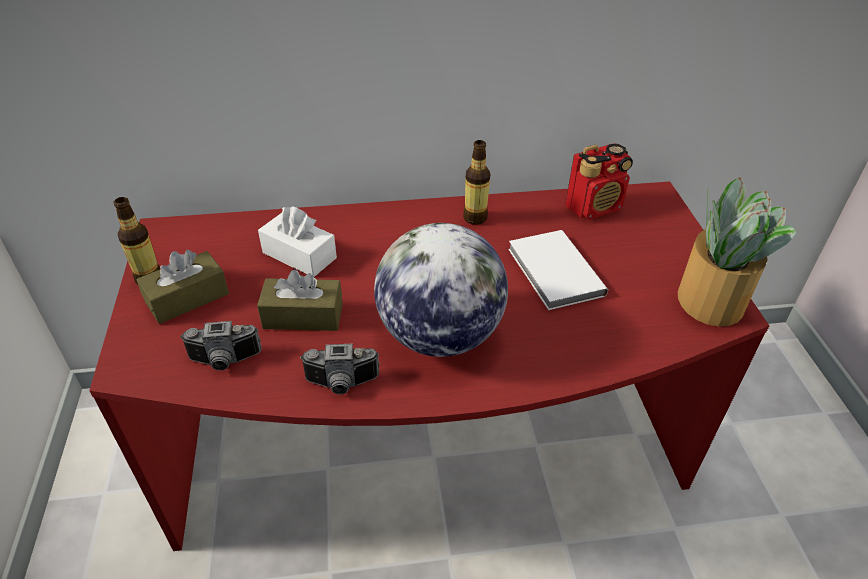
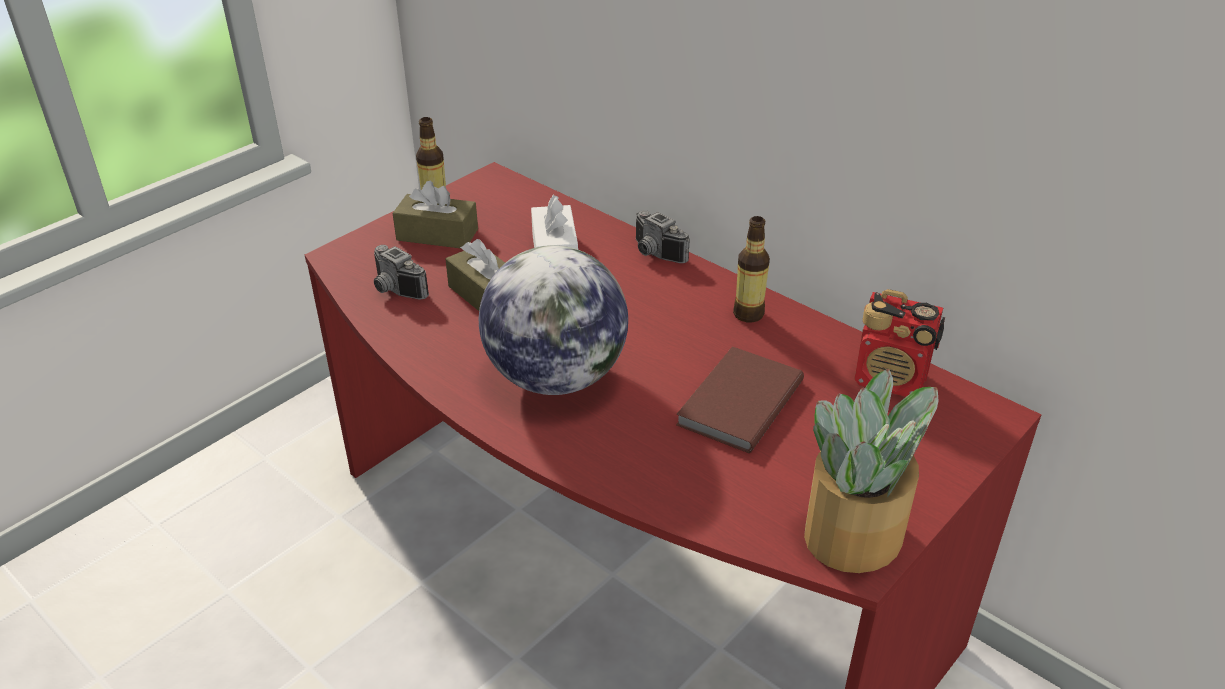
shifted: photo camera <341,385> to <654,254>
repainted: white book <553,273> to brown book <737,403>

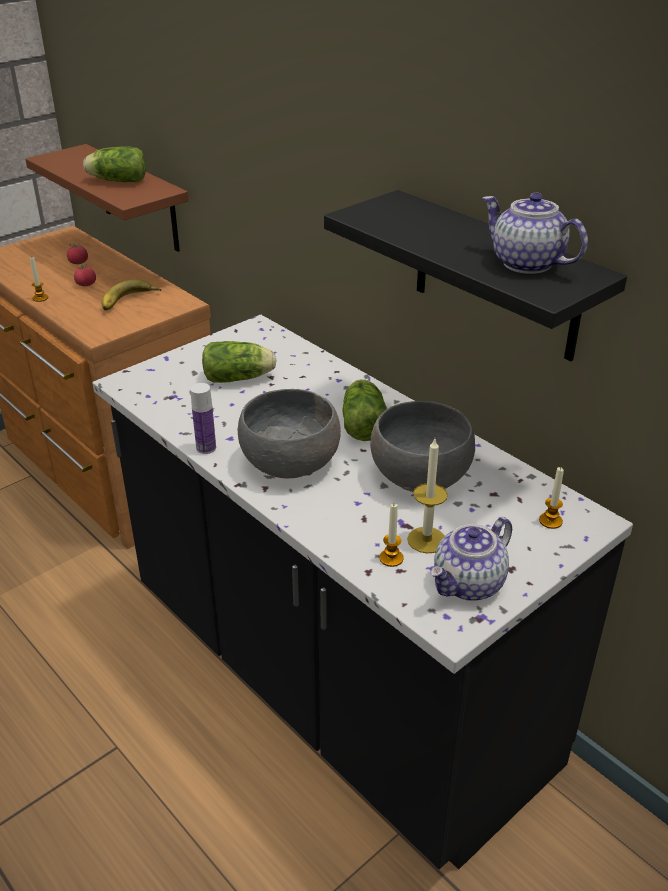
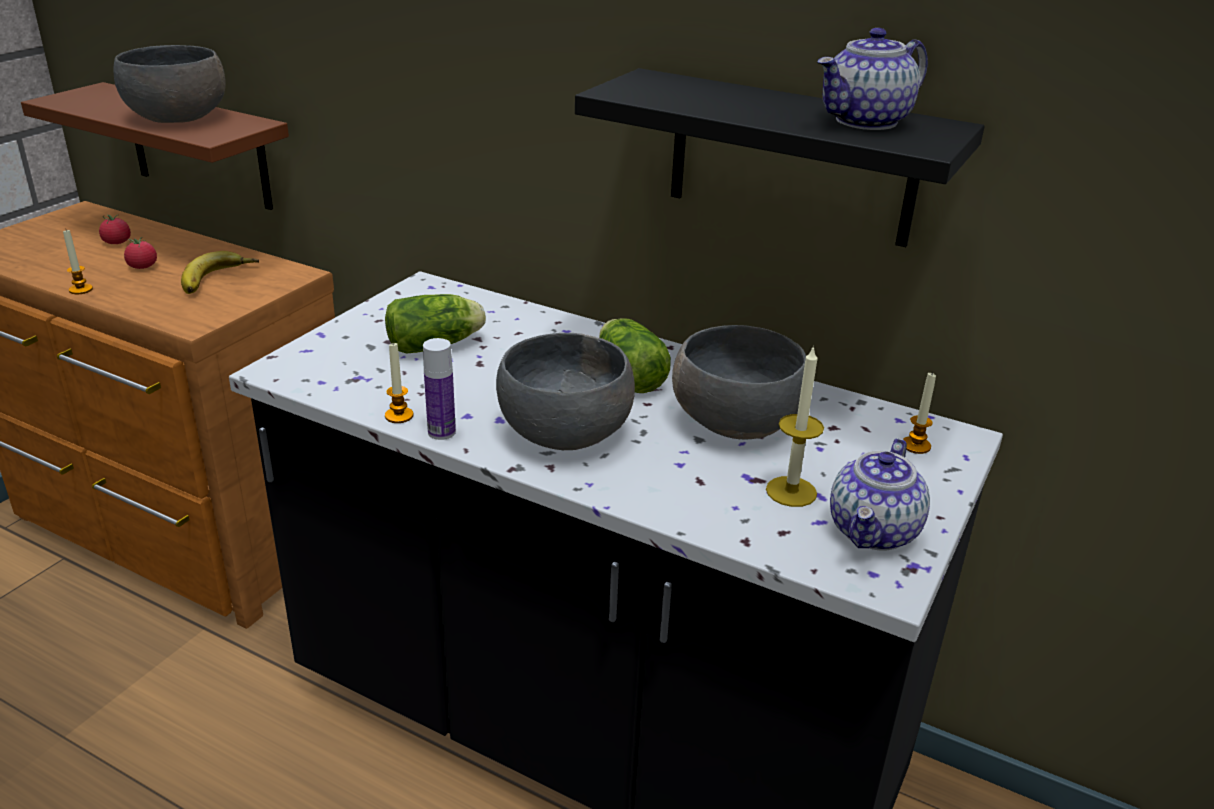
shifted: candle <391,558> to <399,416>
swapped: lettuce <116,181> to grey bowl <178,117>
rotated: teapot <525,263> = <865,121> 60 degrees counterclockwise

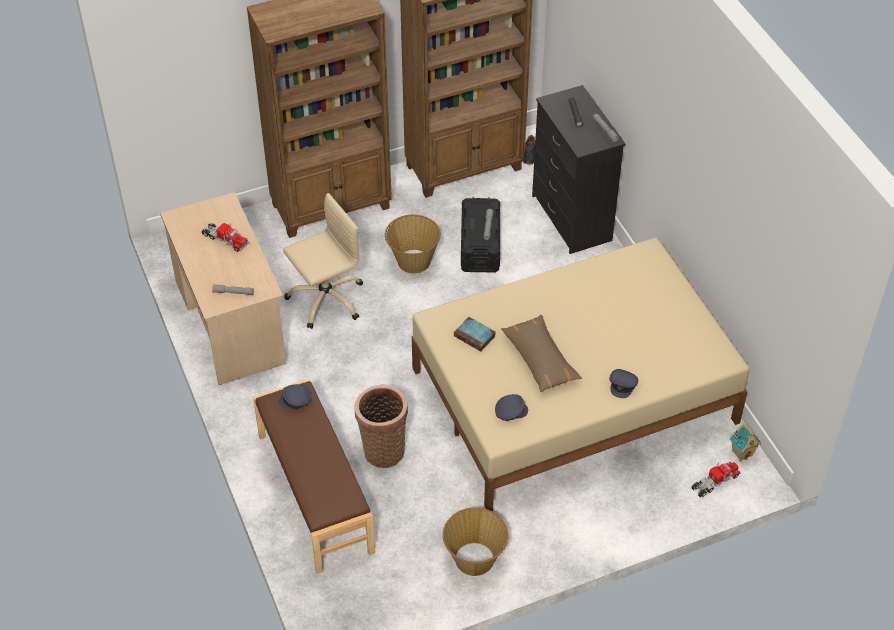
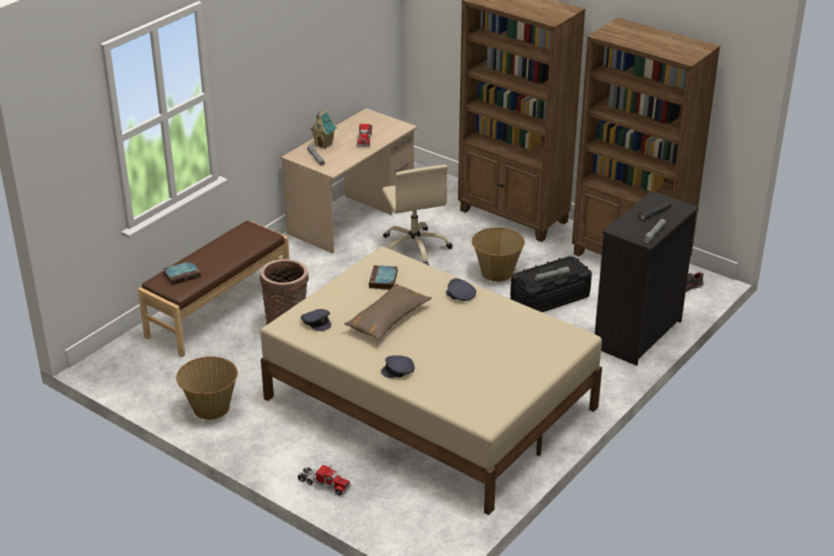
new: book <182,275>
shifted: grey cap <296,400> to <460,295>; toy truck <715,482> to <323,484>; toy house <742,453> to <324,145>
rotated: beige office chair <326,299> = <415,248> 45 degrees clockwise

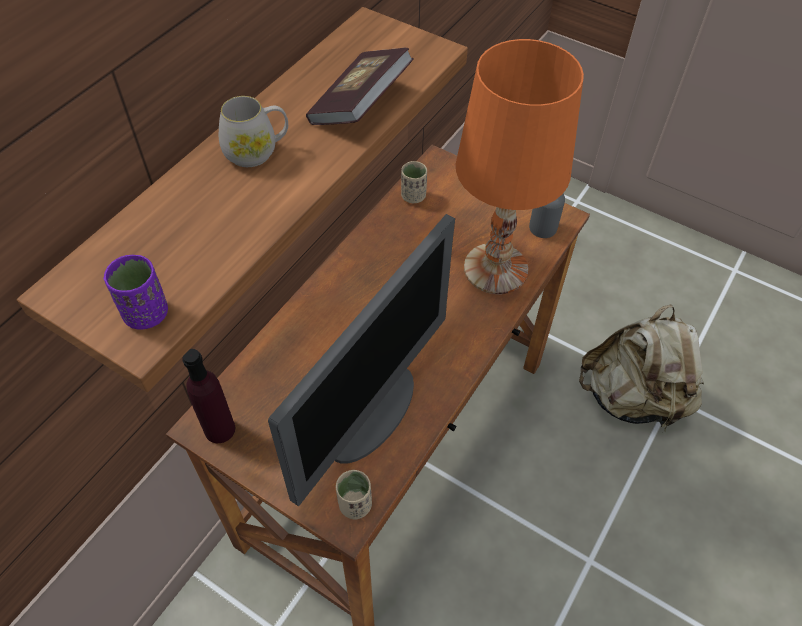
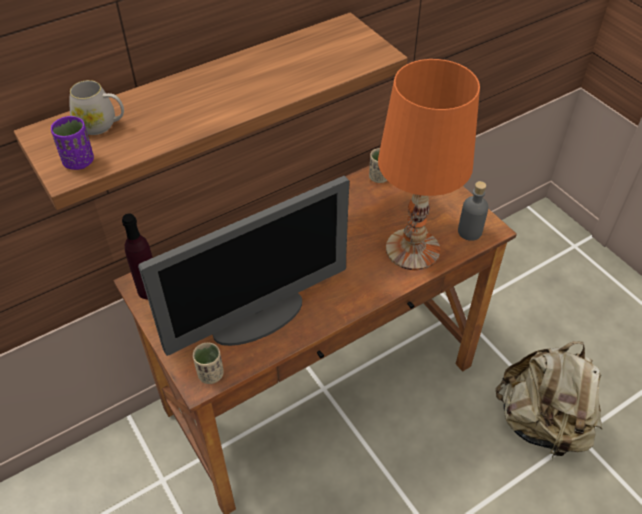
gone: book <360,105>
shifted: white mug <257,151> to <101,125>

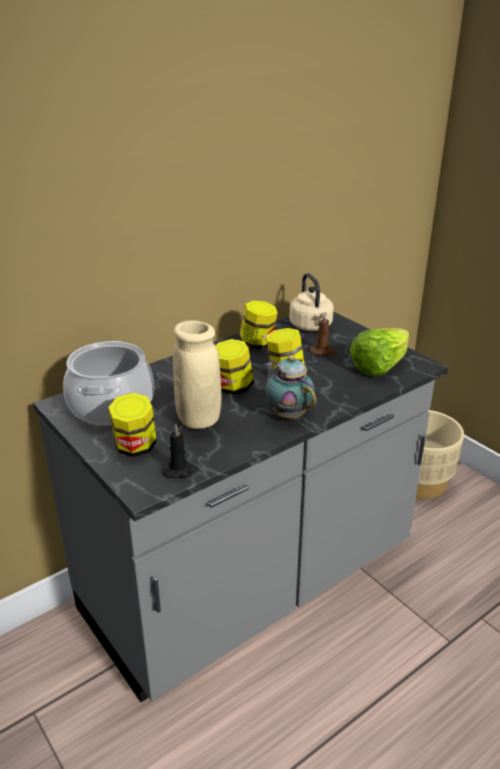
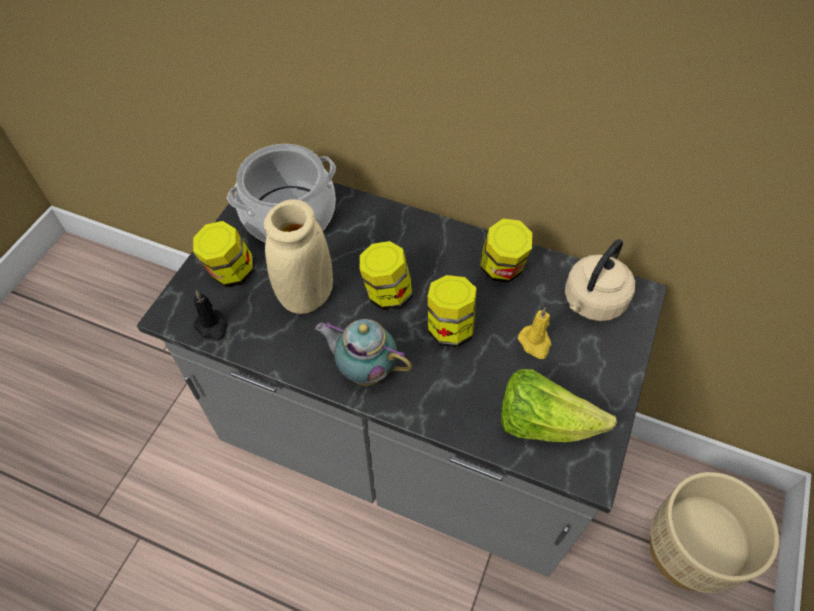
repainted: brown candle <323,351> to yellow candle <535,343>
rotated: teapot <287,414> = <365,370> 90 degrees counterclockwise

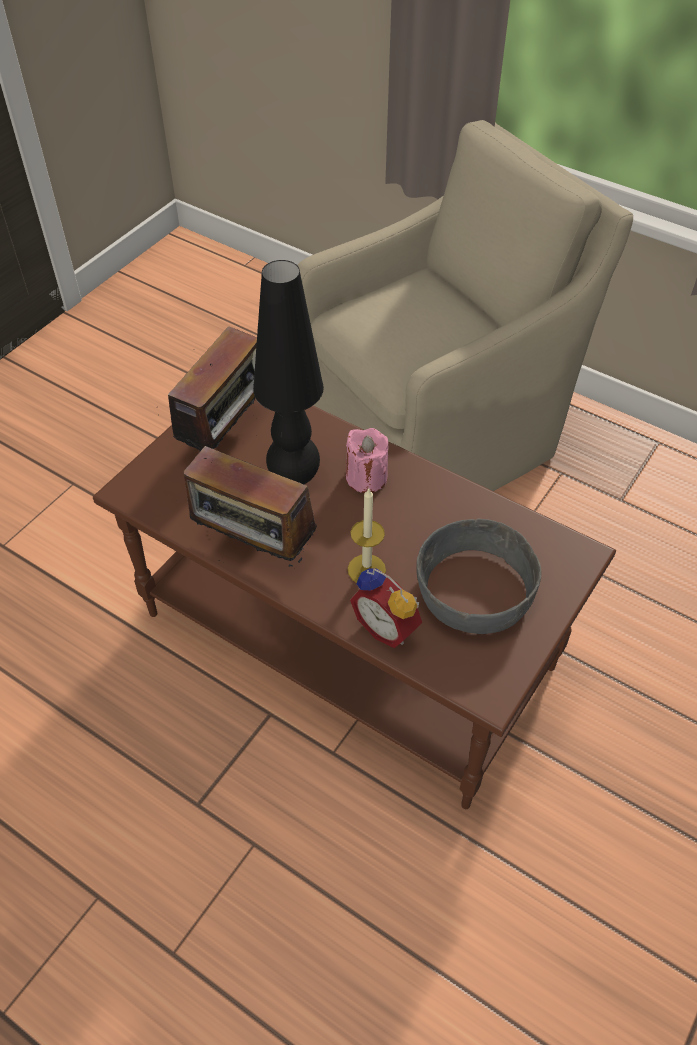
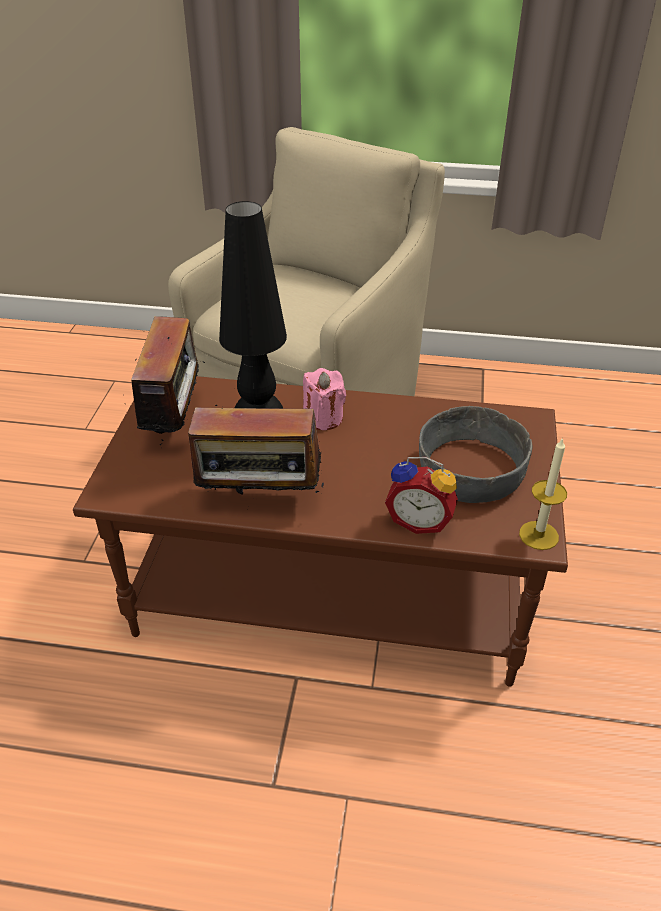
shifted: candle <366,569> to <538,535>

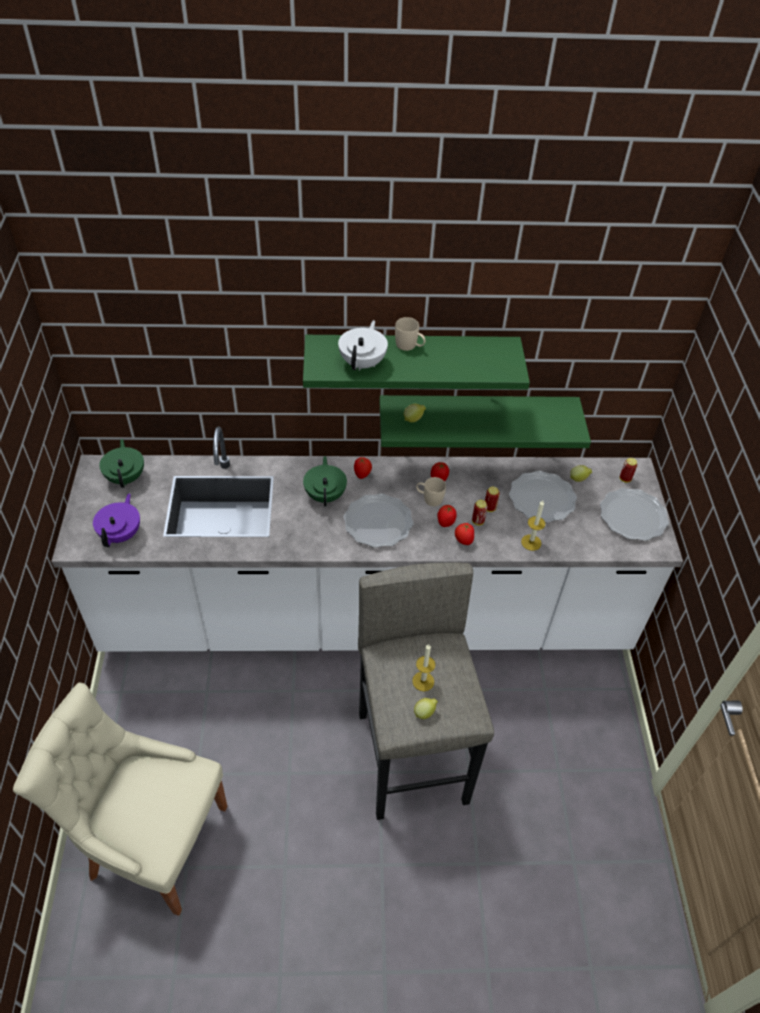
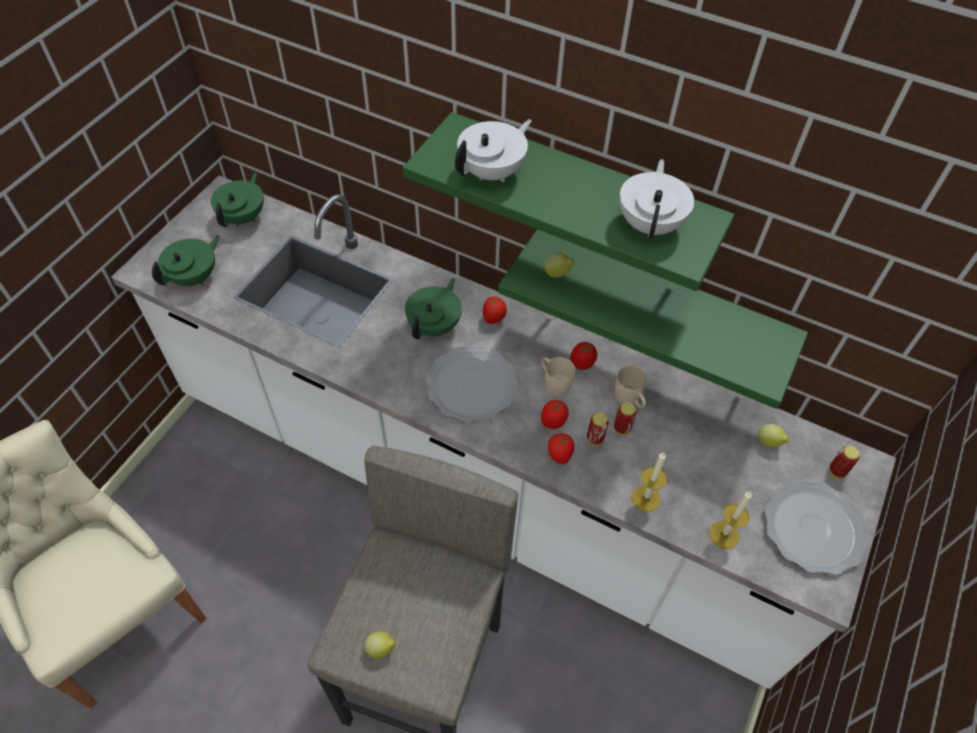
gone: plate <541,498>
new: white teapot <651,224>
shifted: beige mug <409,346> to <630,399>; candle <423,681> to <724,535>
repainted: purple teapot <121,534> to green teapot <195,277>

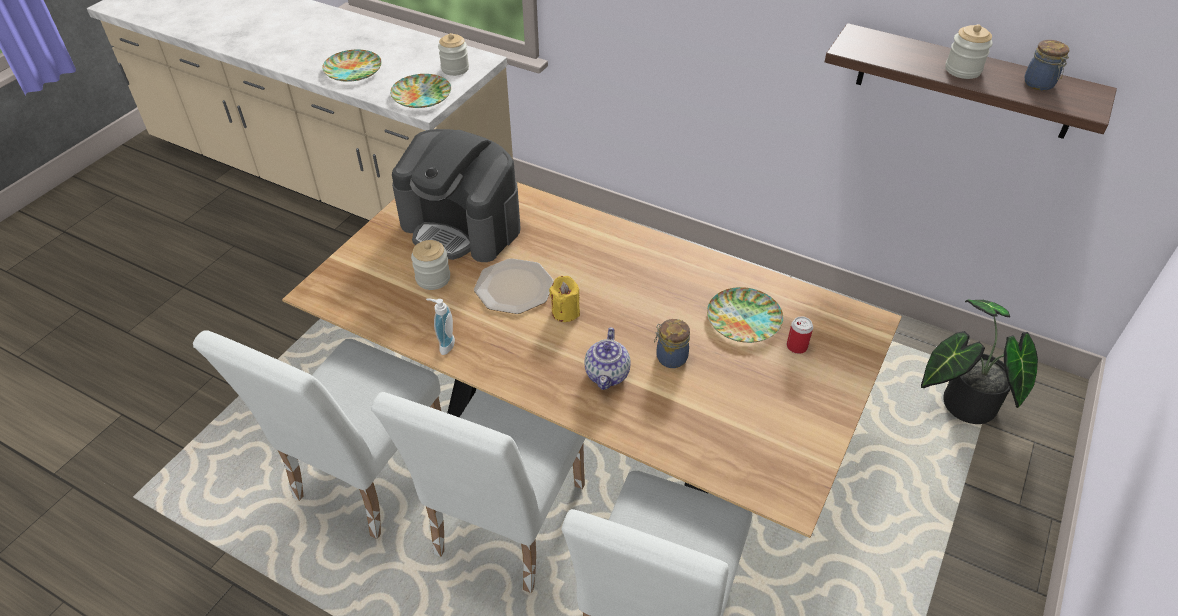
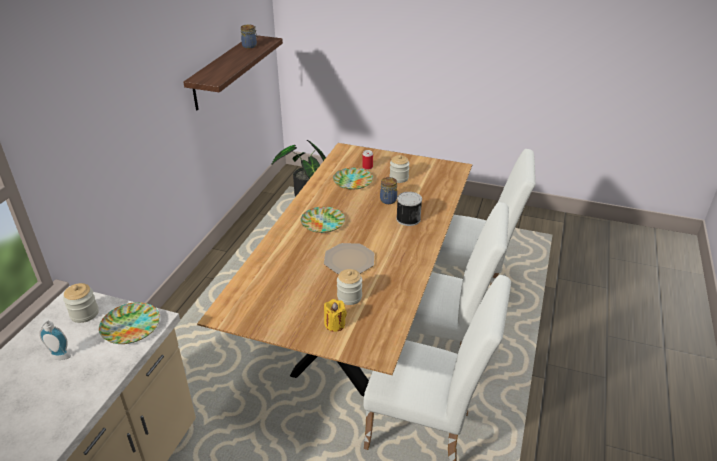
gone: coffee machine <462,226>
shifted: plate <353,70> to <323,222>; soap dispenser <444,345> to <59,358>; yellow candle <565,312> to <335,324>; jar <962,70> to <399,178>
swapped: teapot <607,375> to can <407,218>

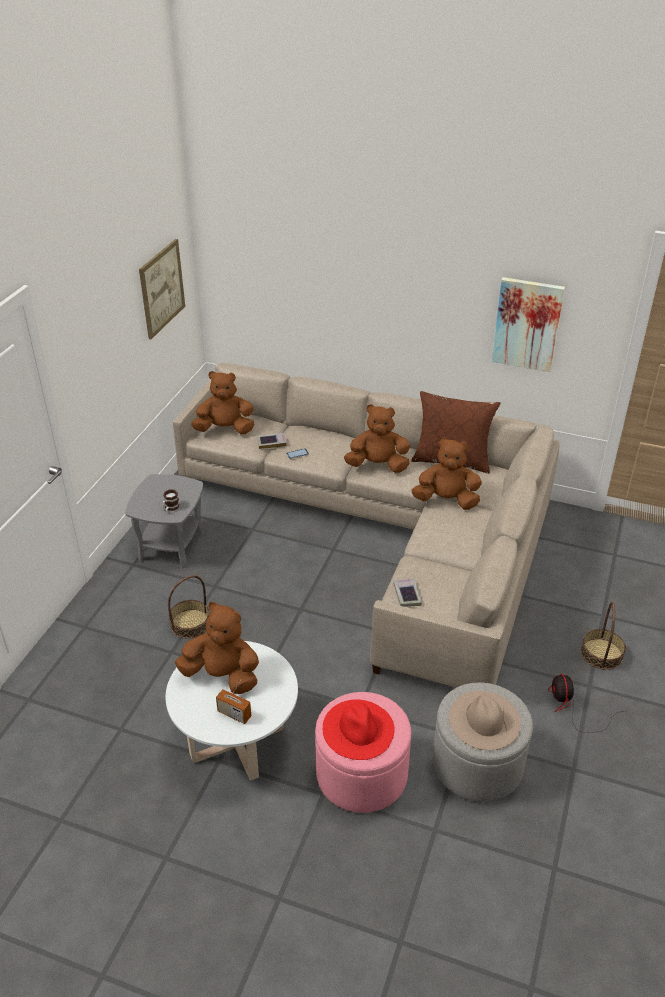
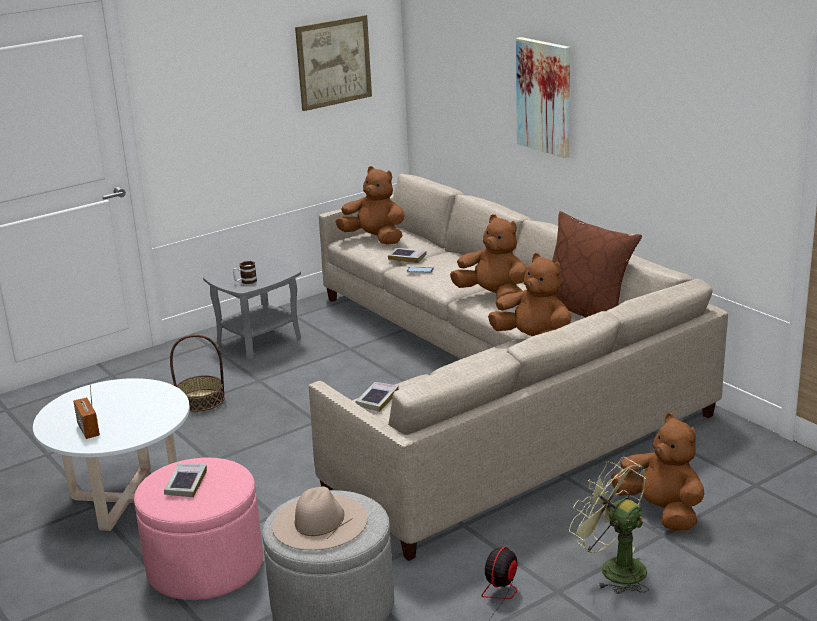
shifted: brown plush toy <222,675> to <661,511>; picture <527,324> to <544,96>
swapped: red hat <358,729> to book <186,484>; basket <601,654> to green fan <613,568>

